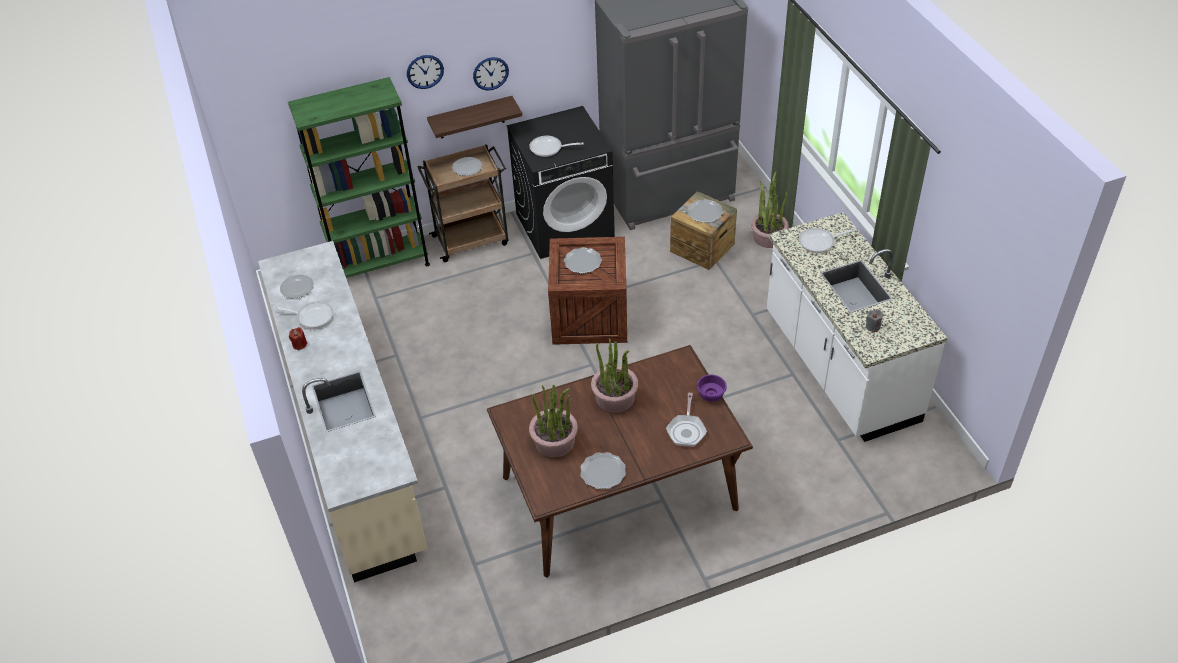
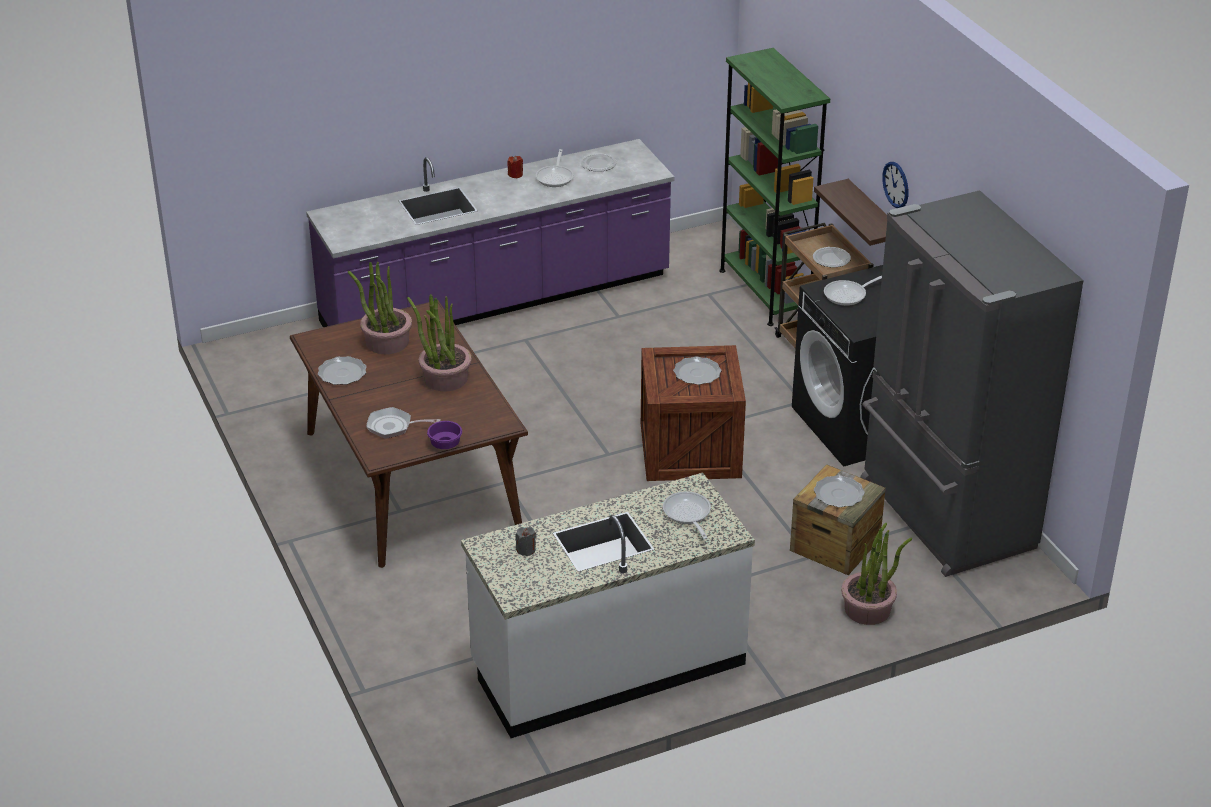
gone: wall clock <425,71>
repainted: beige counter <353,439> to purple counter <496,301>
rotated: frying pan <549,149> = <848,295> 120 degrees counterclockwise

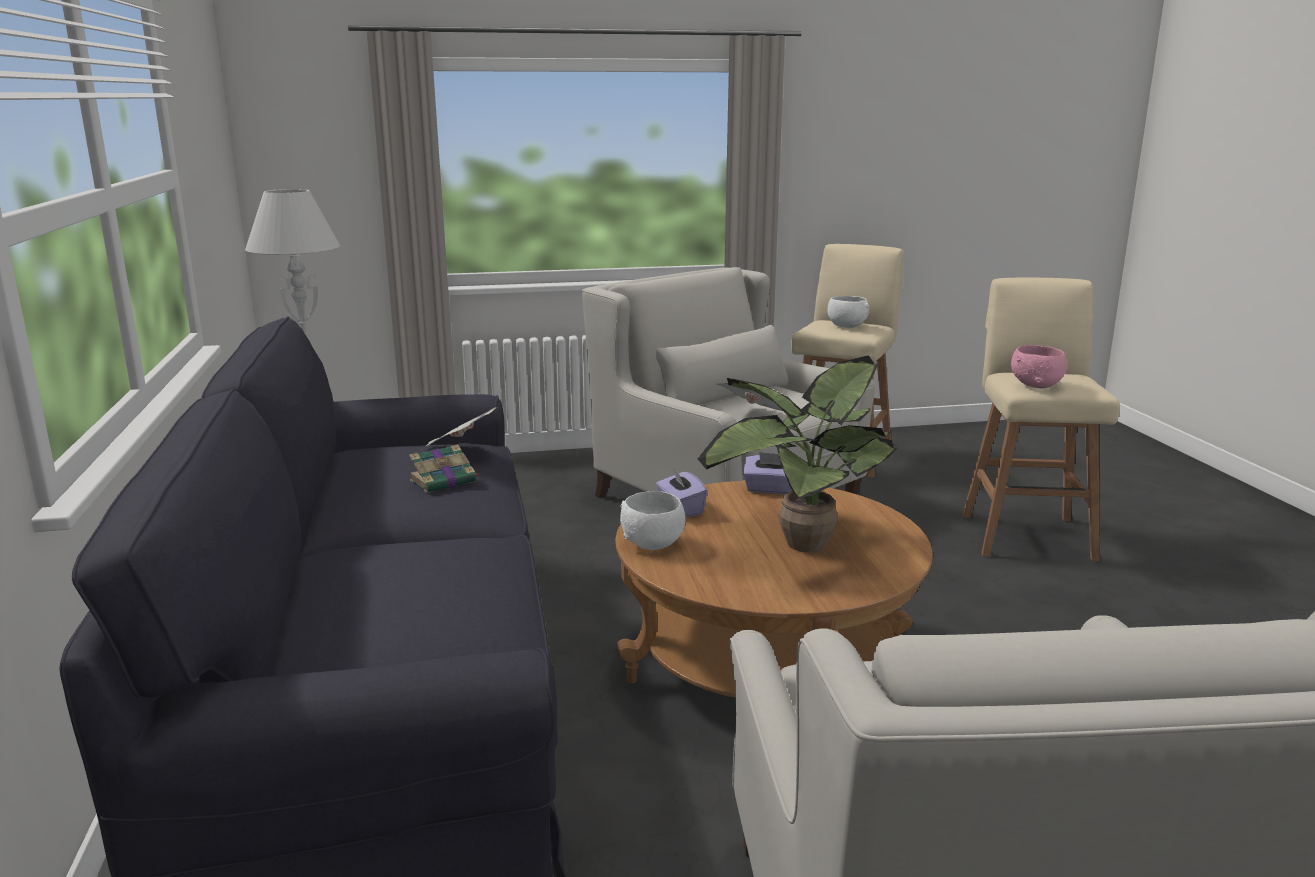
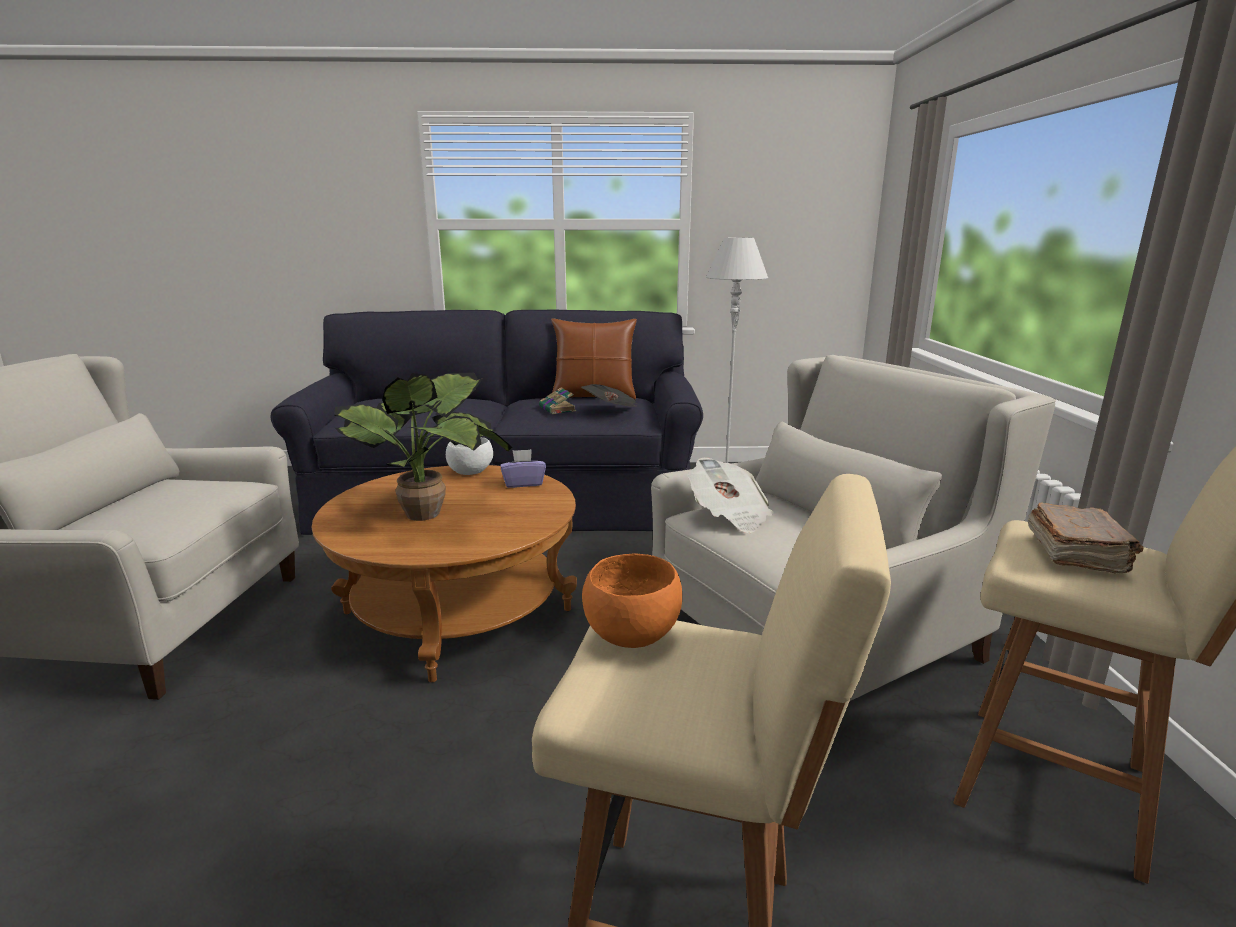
gone: purple tissue box <769,489>
new: brown pillow <594,396>
swapped: white bowl <846,326> to brown book <1076,553>
repainted: pink bowl <1036,385> to orange bowl <632,636>

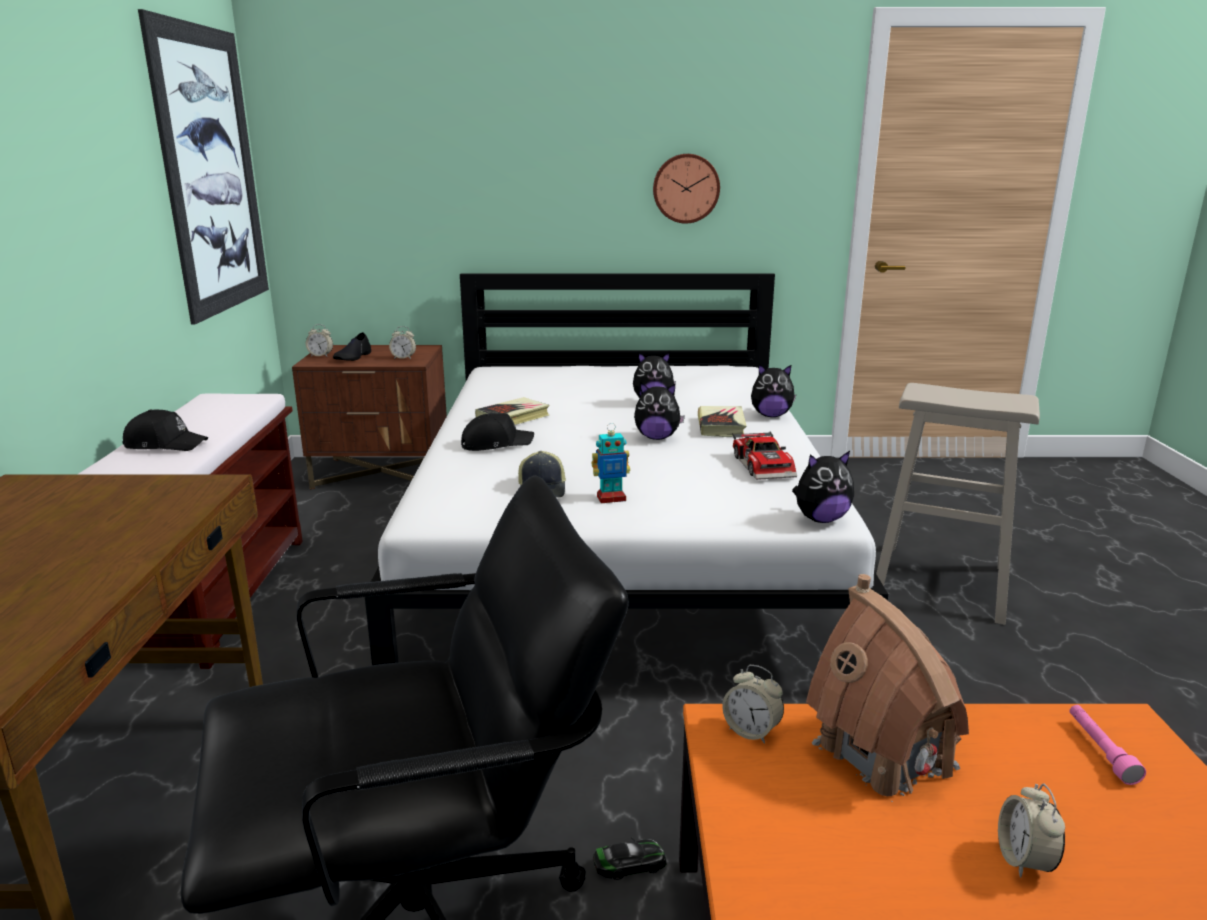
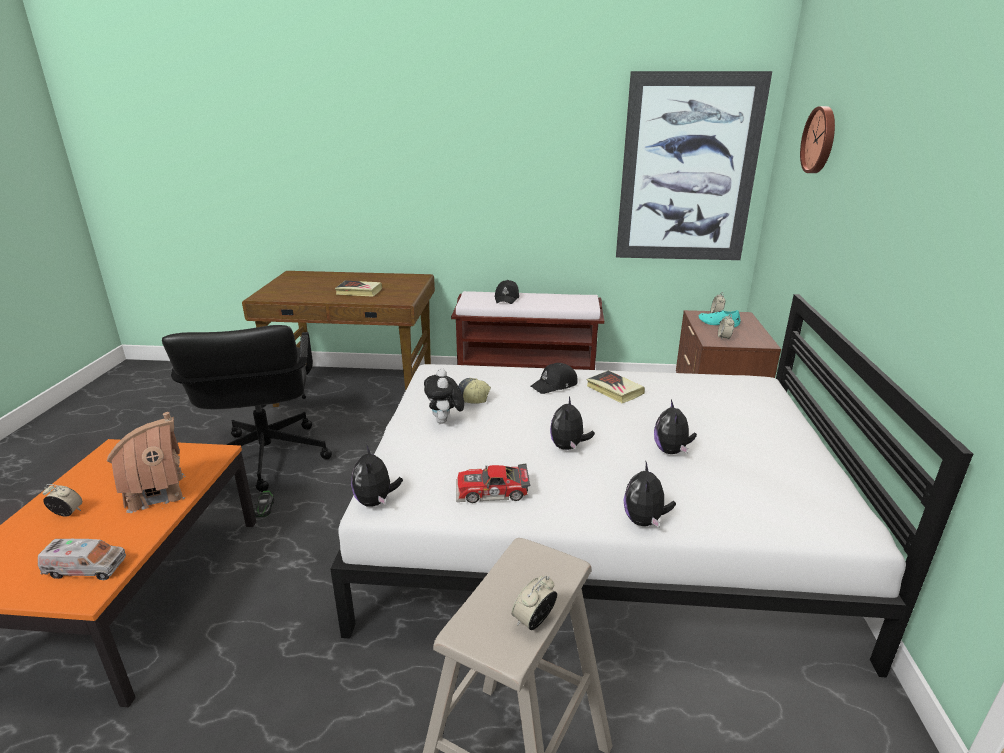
shifted: wall clock <686,188> to <820,140>; book <721,426> to <359,291>; alarm clock <751,731> to <534,621>
swapped: toy robot <611,498> to plush toy <445,422>; pink flashlight <1100,750> to toy truck <86,568>
repainted: black shoe <353,357> to turquoise shoe <718,323>
rotated: black cap <496,443> = <555,385> 75 degrees clockwise

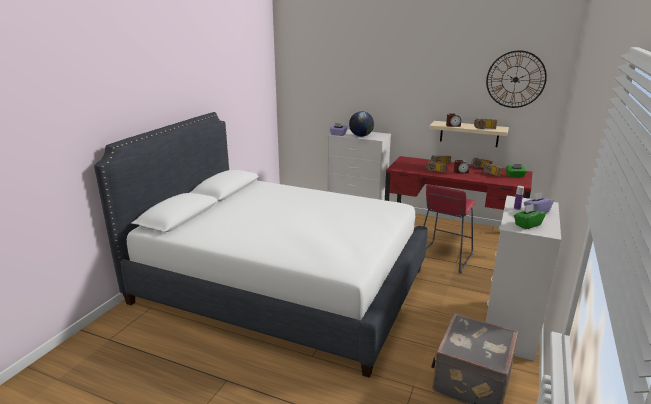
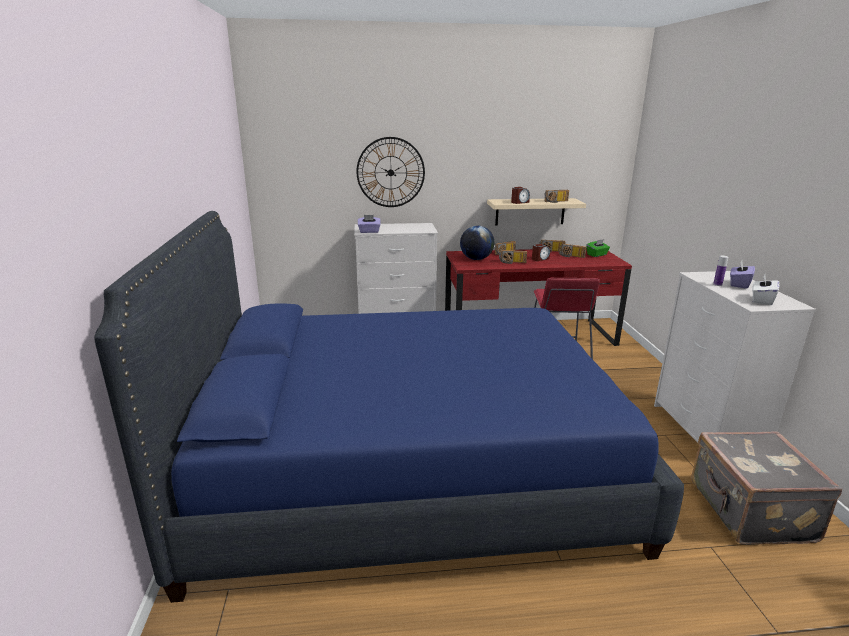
shifted: globe <361,136> to <476,259>; wall clock <515,79> to <390,172>
repainted: white bed <281,285> to blue bed <408,468>; green tissue box <527,225> to white tissue box <761,300>

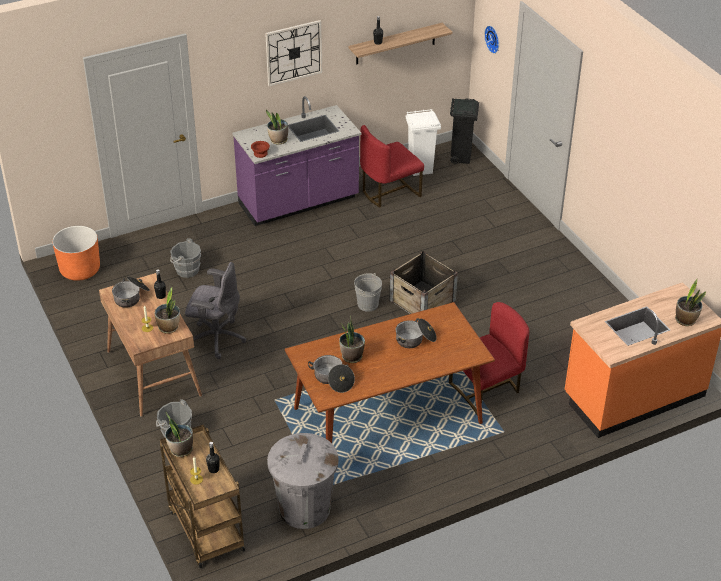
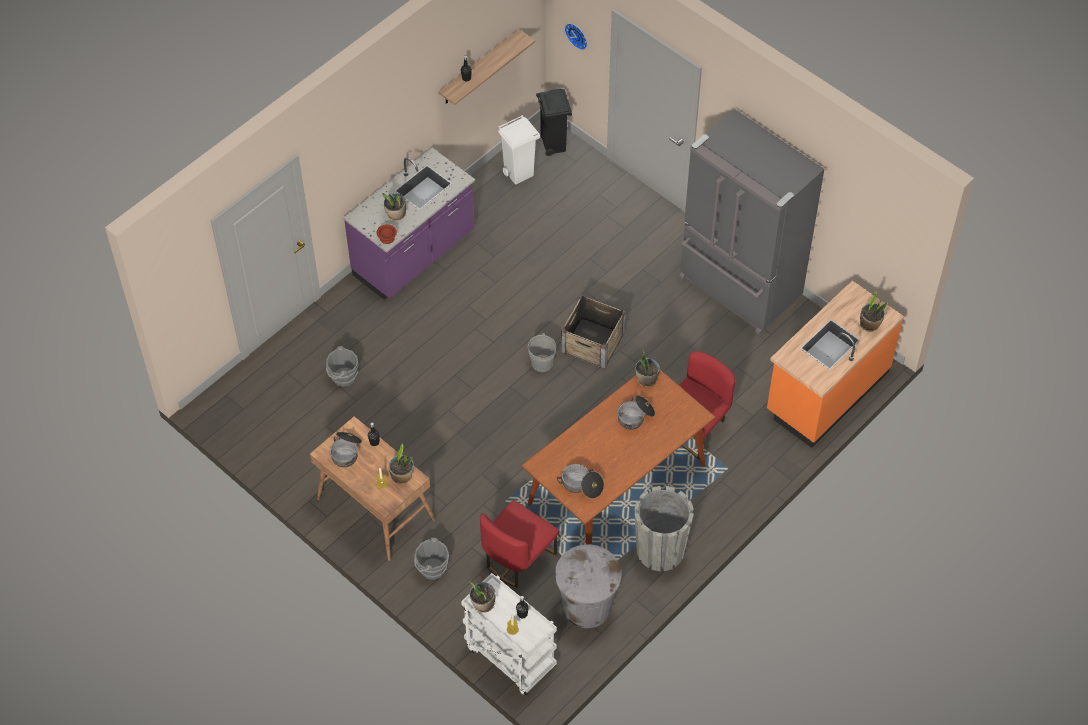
gone: orange planter <80,270>; grey office chair <216,338>; wall clock <294,52>
new: grey planter <660,550>; grey fridge <738,288>
shifted: potted plant <351,356> to <646,379>; red chair <389,192> to <518,558>
repainted: brown cart <204,529> to white cart <509,657>

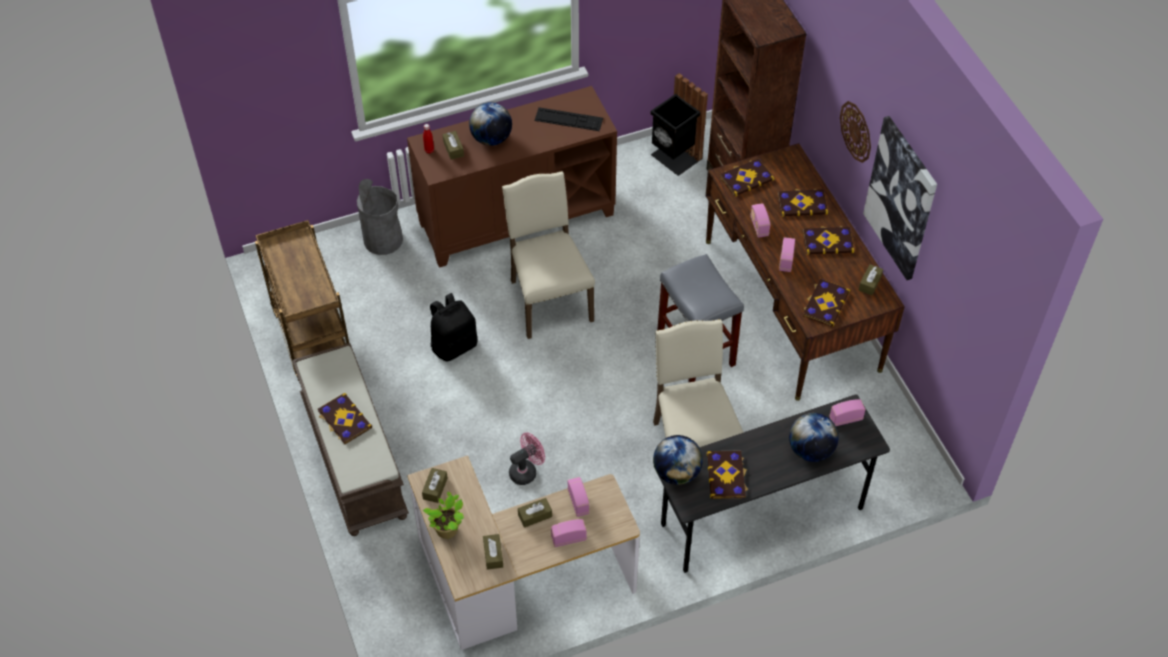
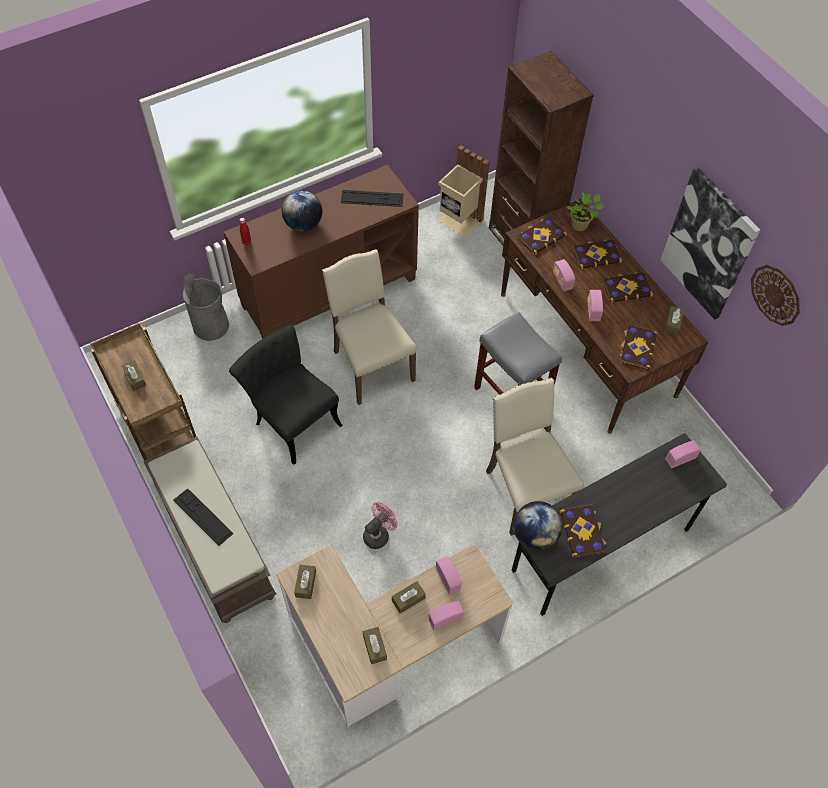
gone: globe <810,450>
shifted: potted plant <448,530> to <580,225>; brown tissue box <453,149> to <135,378>; wall clock <856,131> to <775,294>
swapped: book <344,420> to keyboard <203,516>; black backpack <454,345> to black chair <292,419>
repainted: black trash can <675,158> to beige trash can <459,221>

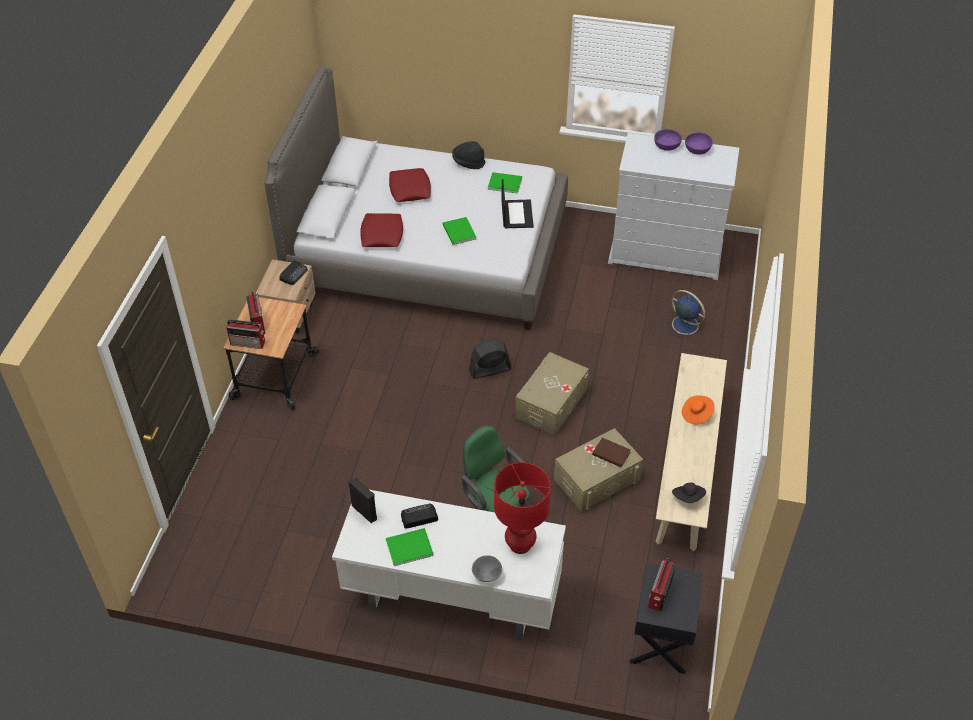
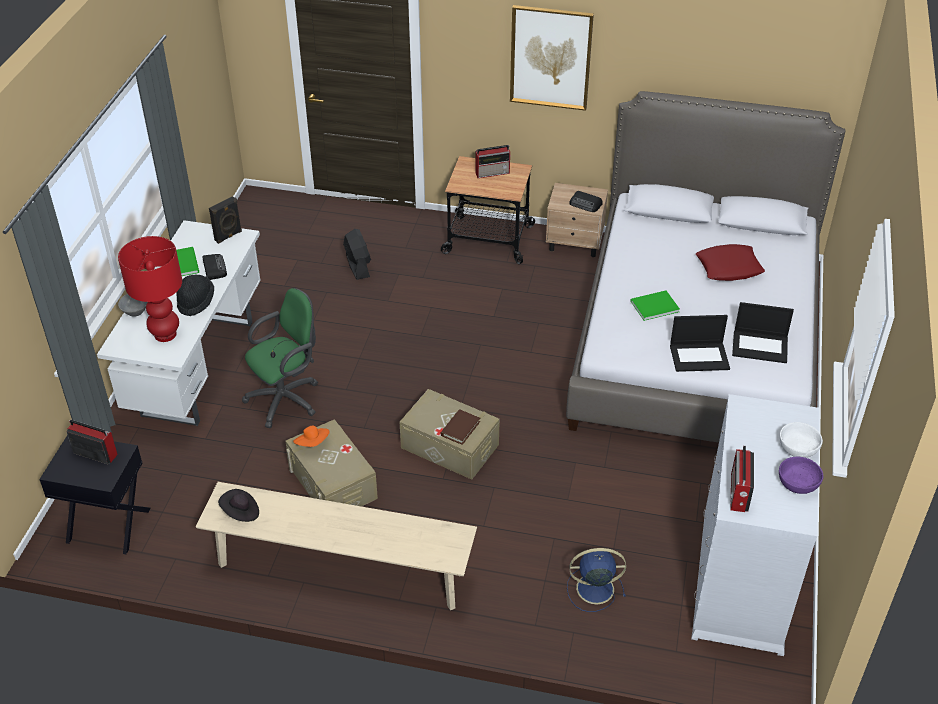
gone: red pillow <382,234>
new: picture <550,57>
shifted: radio <248,343> to <738,494>; black hat <468,162> to <196,302>; black fan <489,369> to <358,266>; brown book <611,454> to <460,428>; orange hat <696,414> to <313,443>
swapped: green book <504,183> to laptop <760,346>
repainted: purple bowl <666,145> to white bowl <798,448>
rotated: blue fan <684,324> = <593,589> 135 degrees counterclockwise

